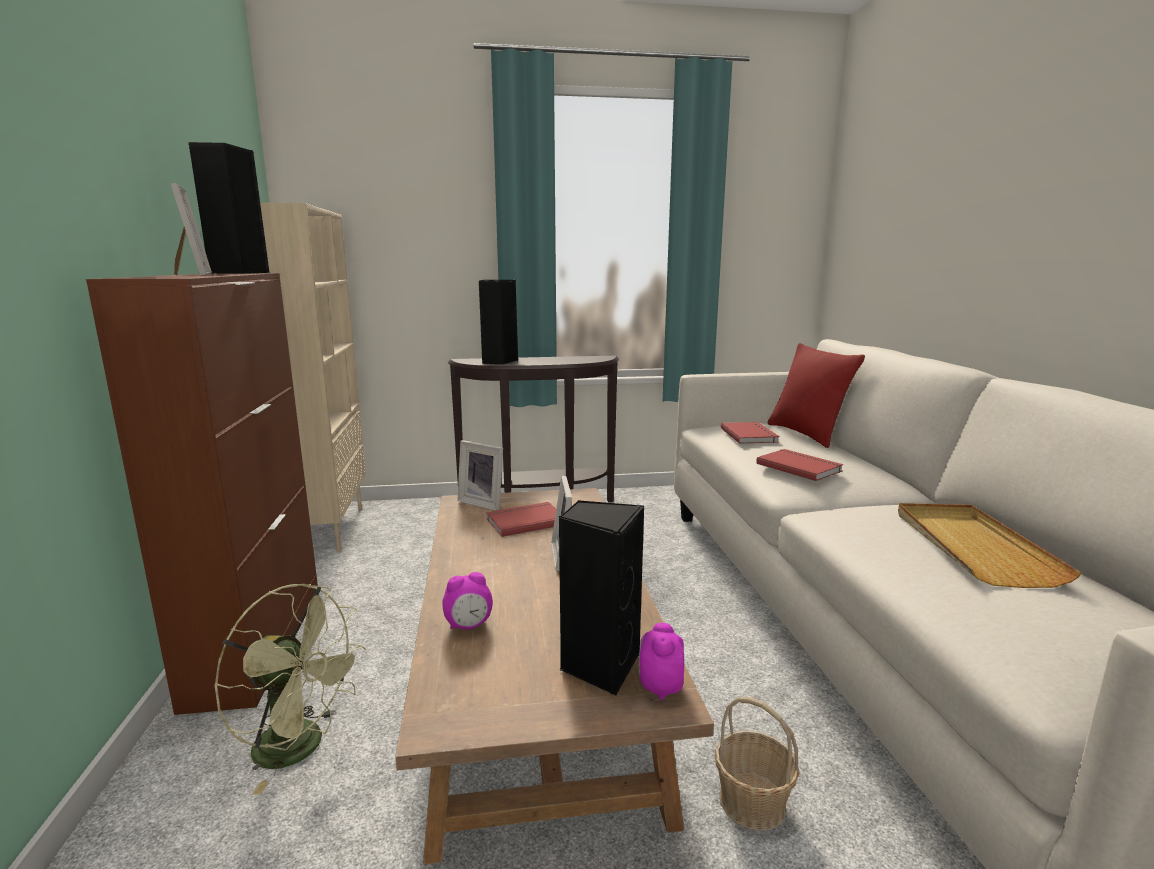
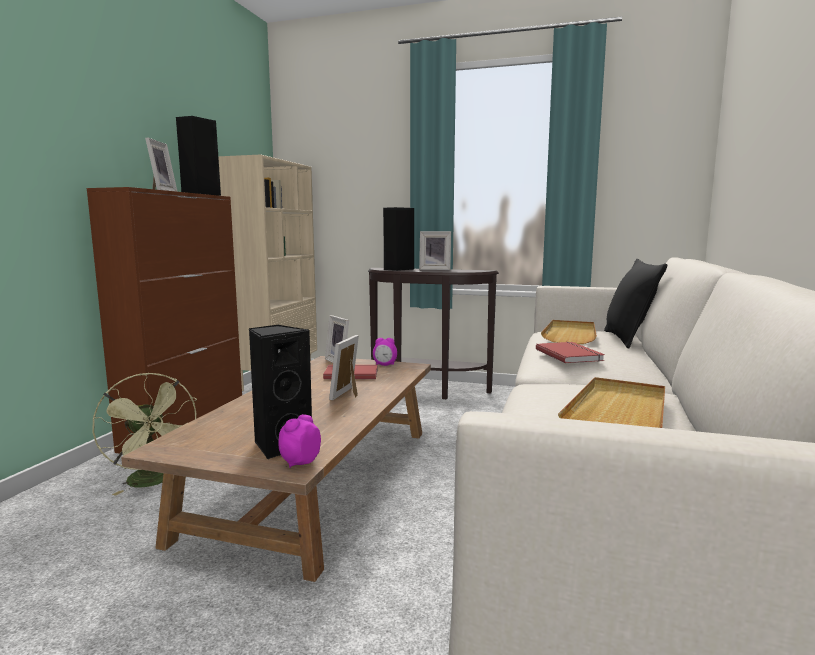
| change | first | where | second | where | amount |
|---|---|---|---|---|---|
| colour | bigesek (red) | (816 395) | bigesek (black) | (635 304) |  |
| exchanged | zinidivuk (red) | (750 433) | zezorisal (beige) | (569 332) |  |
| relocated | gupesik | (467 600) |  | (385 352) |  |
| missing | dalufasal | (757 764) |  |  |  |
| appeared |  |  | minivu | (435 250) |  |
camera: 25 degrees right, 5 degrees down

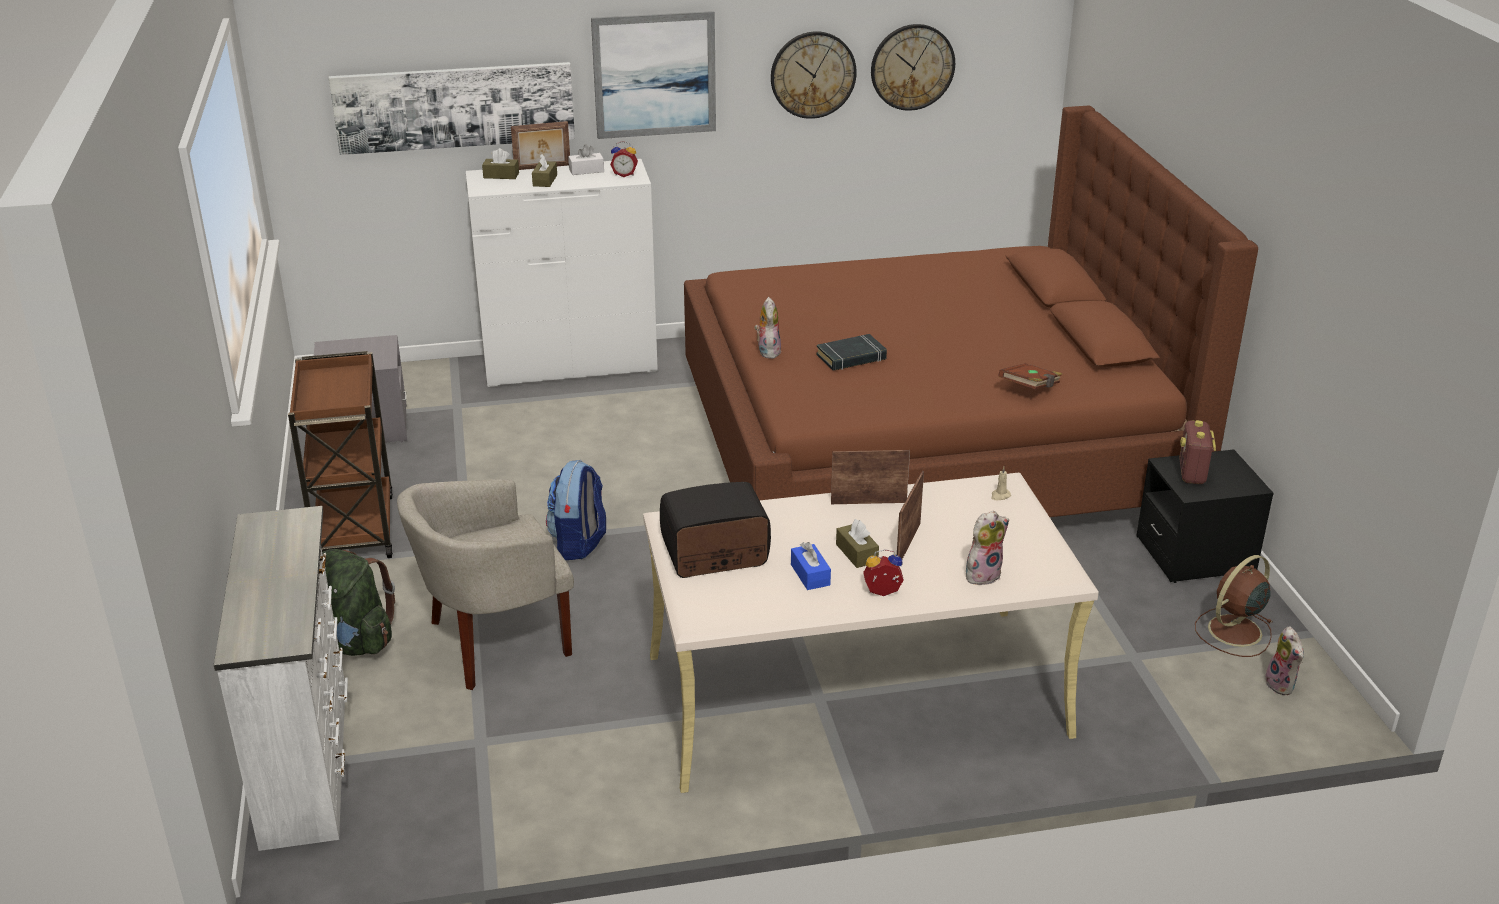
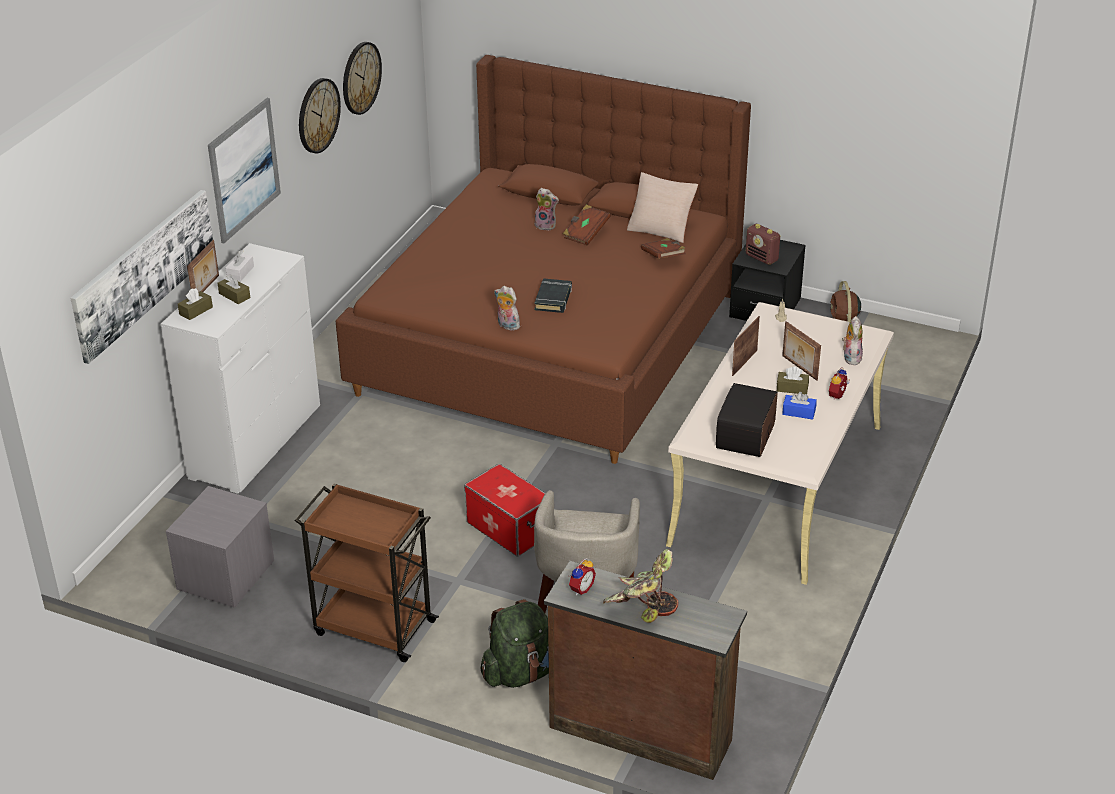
| change | first | where | second | where | amount |
|---|---|---|---|---|---|
| relocated | gupesik | (624 159) |  | (582 576) |  |
| exchanged | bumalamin | (576 510) | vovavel | (504 510) |  |
| colour | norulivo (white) | (281 678) | norulivo (brown) | (645 670) |  |
| relocated | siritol | (1284 661) |  | (546 209) |  |
| appeared |  |  | bigesek (beige) | (662 207) |  |
| appeared |  |  | zinidivuk (brown) | (587 225) |  |
| appeared |  |  | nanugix | (640 586) |  |
camera: 55 degrees left, 5 degrees up

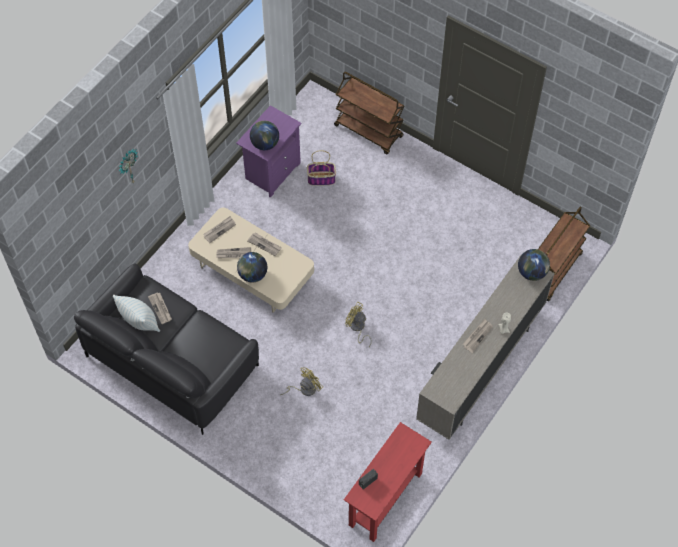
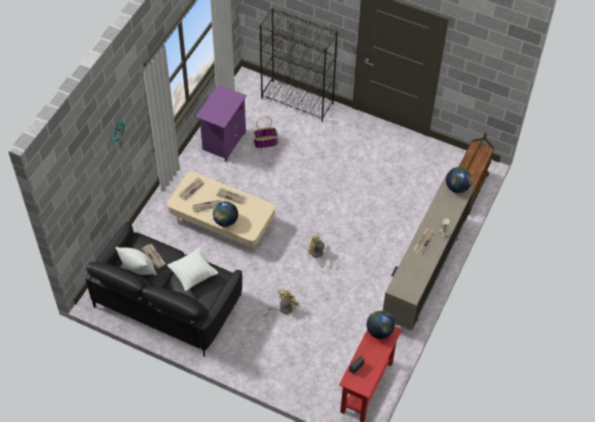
| change | first | where | second | where | amount |
|---|---|---|---|---|---|
| exchanged | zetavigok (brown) | (369 113) | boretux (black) | (299 65) |  |
| relocated | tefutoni | (264 135) |  | (381 324) |  |
| appeared |  |  | bigesek | (192 269) |  |
camera: 10 degrees left, 5 degrees down

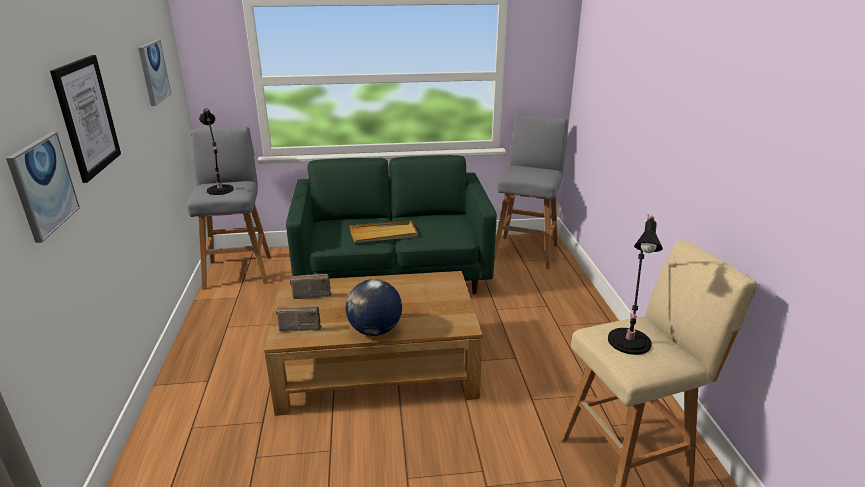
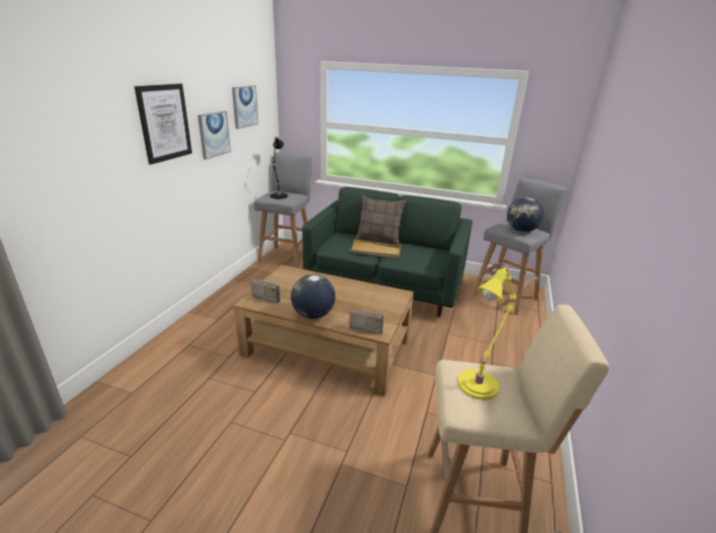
| change | first | where | second | where | amount |
|---|---|---|---|---|---|
| relocated | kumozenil | (43 187) |  | (214 135) |  |
| colour | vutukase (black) | (635 285) | vutukase (yellow) | (487 332) |  |
| relocated | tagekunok | (311 286) |  | (366 321) |  |
| appeared |  |  | bigesek | (380 220) |  |
| appeared |  |  | tefutoni | (525 214) |  |
camera: 25 degrees right, 0 degrees up

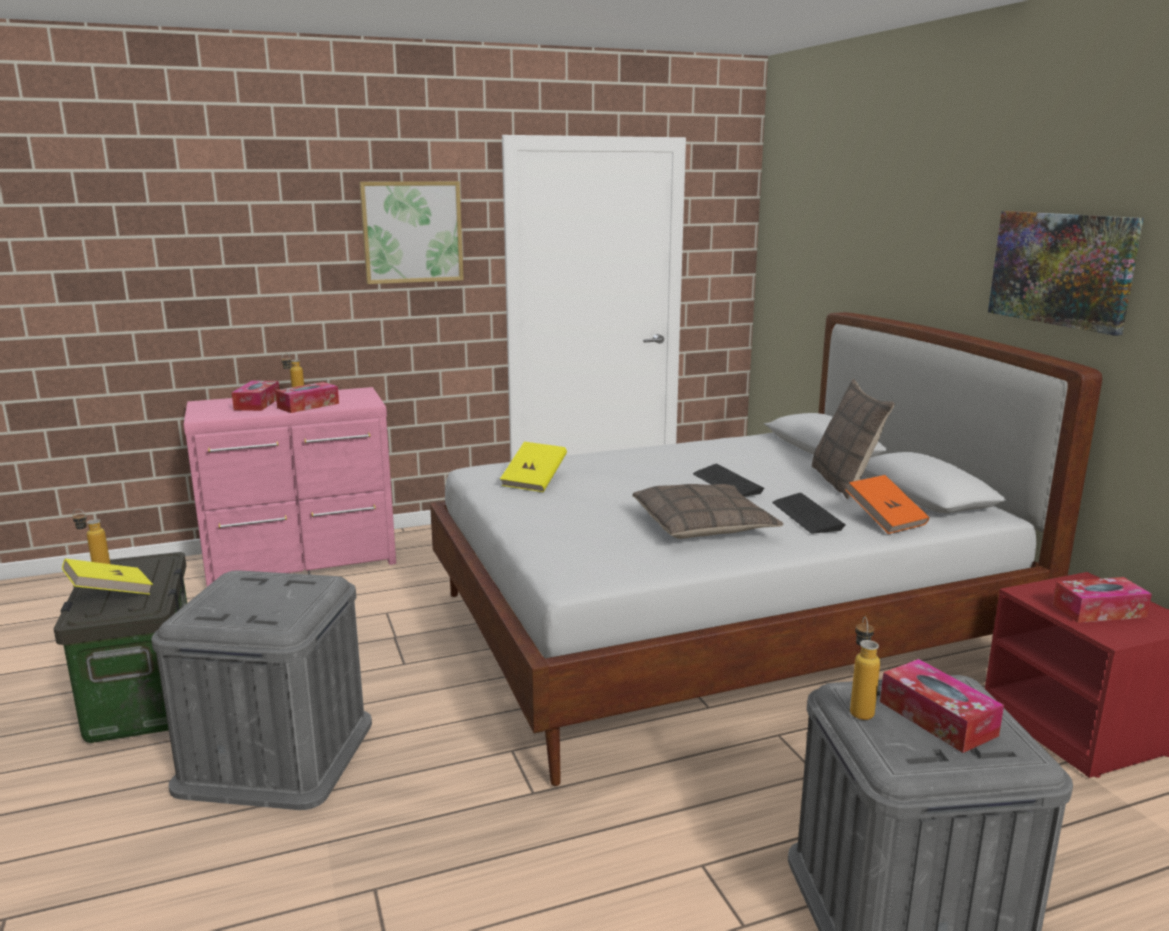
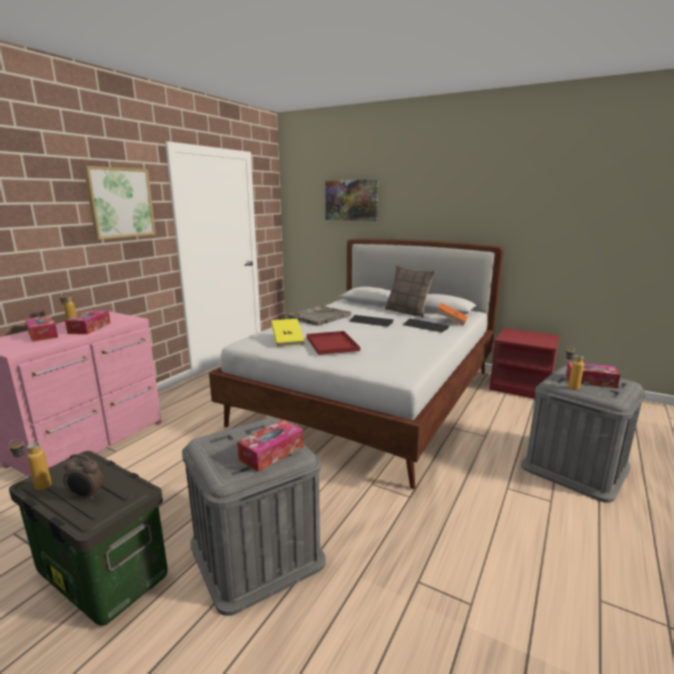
| change | first | where | second | where | amount |
|---|---|---|---|---|---|
| relocated | kumozenil | (1065 273) |  | (352 200) |  |
| missing | bigesek | (707 511) |  |  |  |
| exchanged | zinidivuk (yellow) | (107 577) | gupesik | (83 477) |  |
| relocated | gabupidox | (1102 600) |  | (270 446) |  |
| appeared |  |  | zezorisal (grey) | (319 316) |  |
| appeared |  |  | zezorisal (red) | (333 343) |  |
camera: 40 degrees left, 0 degrees up

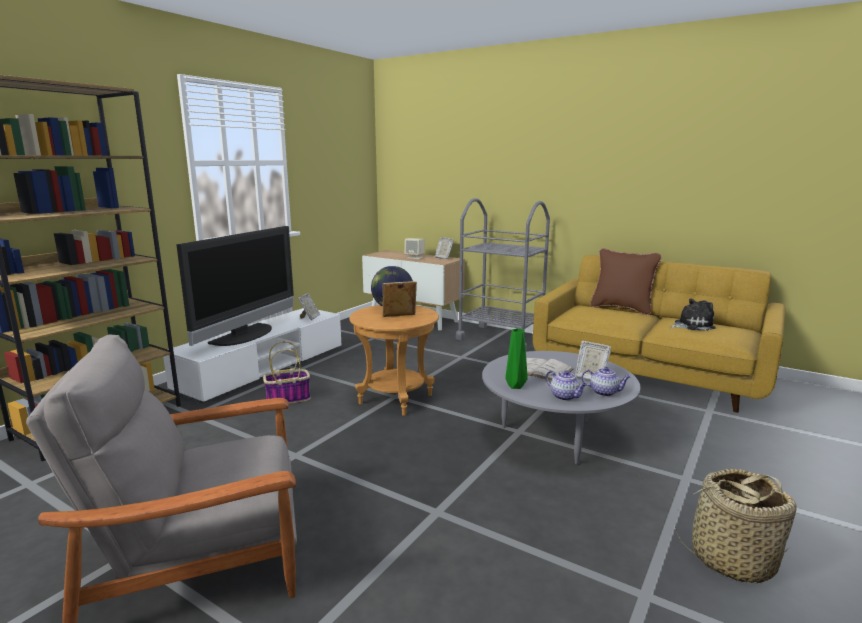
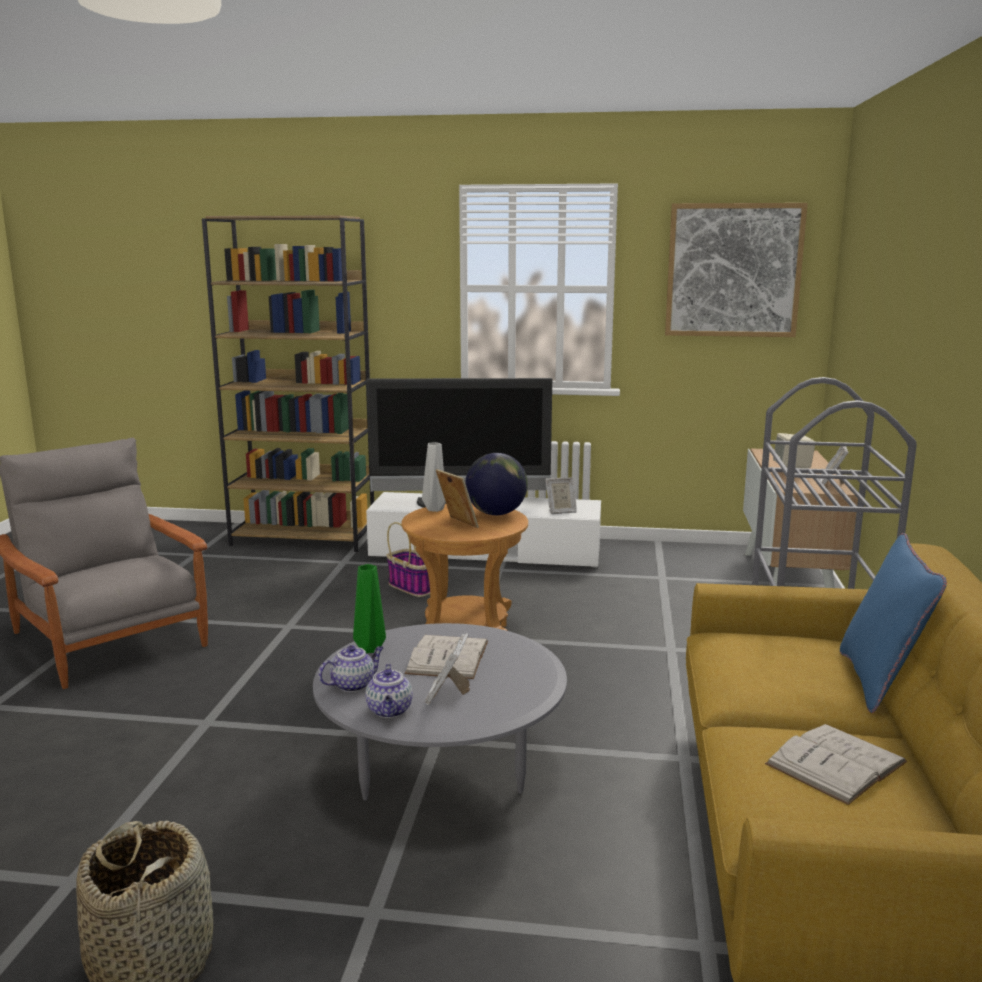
| change | first | where | second | where | amount |
|---|---|---|---|---|---|
| colour | bigesek (brown) | (625 281) | bigesek (blue) | (893 623) |  |
| exchanged | siritol | (693 314) | zinidivuk (white) | (836 764) |  |
| spun | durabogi | (566 386) |  | (351 668) | 150 degrees counterclockwise |
| appeared |  |  | kumozenil | (736 270) |  |
| appeared |  |  | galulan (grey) | (434 477) |  |
camera: 65 degrees right, 0 degrees up

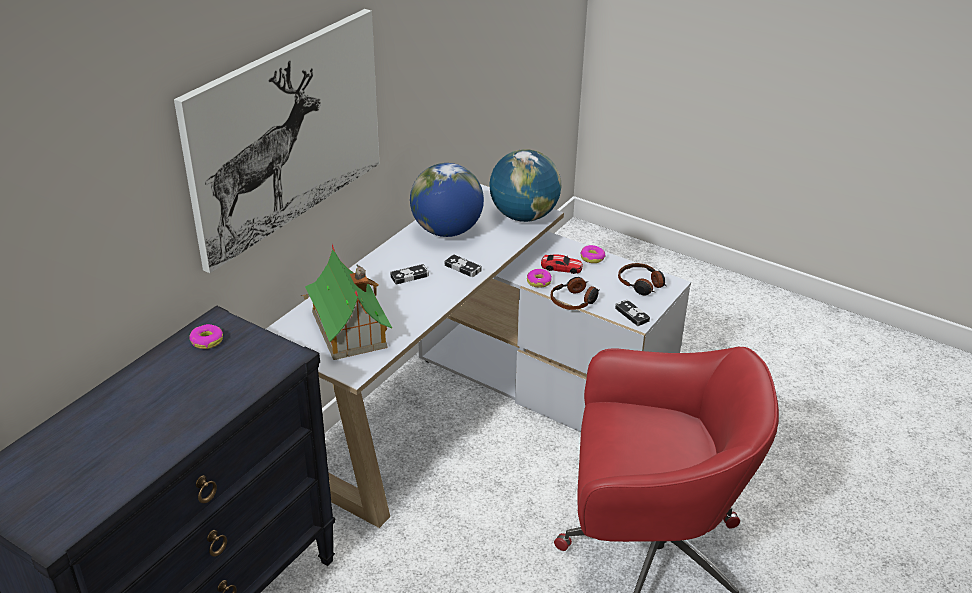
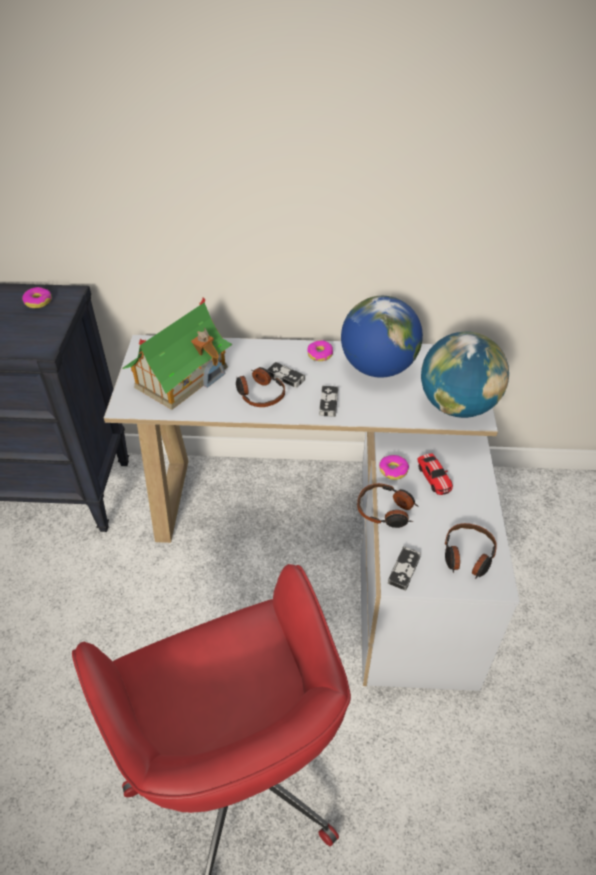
| change | first | where | second | where | amount |
|---|---|---|---|---|---|
| missing | kumozenil | (276 141) |  |  |  |
| relocated | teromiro | (593 254) |  | (320 350) |  |
| appeared |  |  | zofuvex | (260 387) |  |
camera: 60 degrees right, 10 degrees up

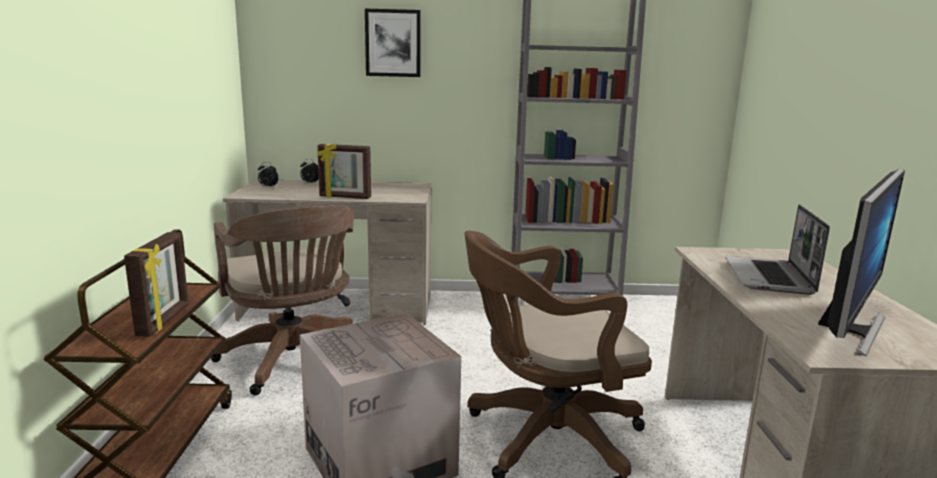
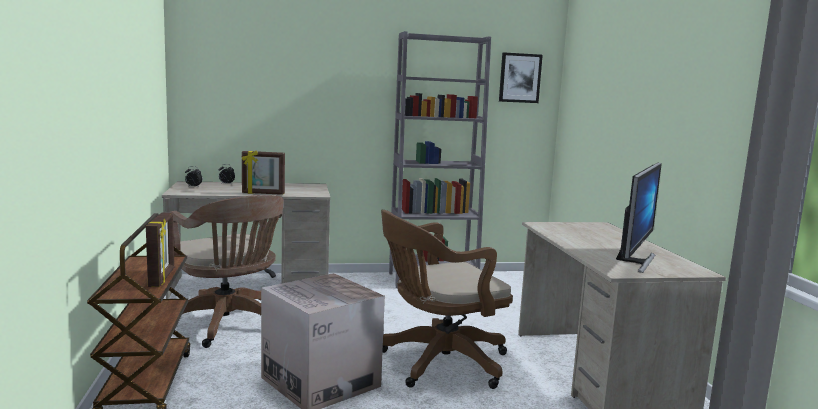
| change | first | where | second | where | amount |
|---|---|---|---|---|---|
| relocated | kumozenil | (393 43) |  | (521 77) |  |
| missing | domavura | (777 249) |  |  |  |
camera: 10 degrees left, 5 degrees down

